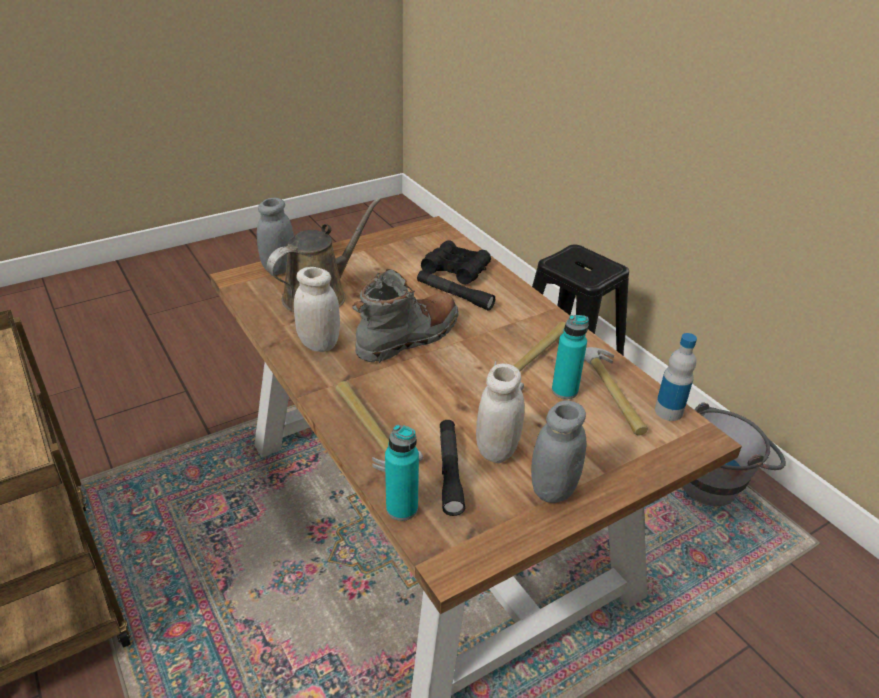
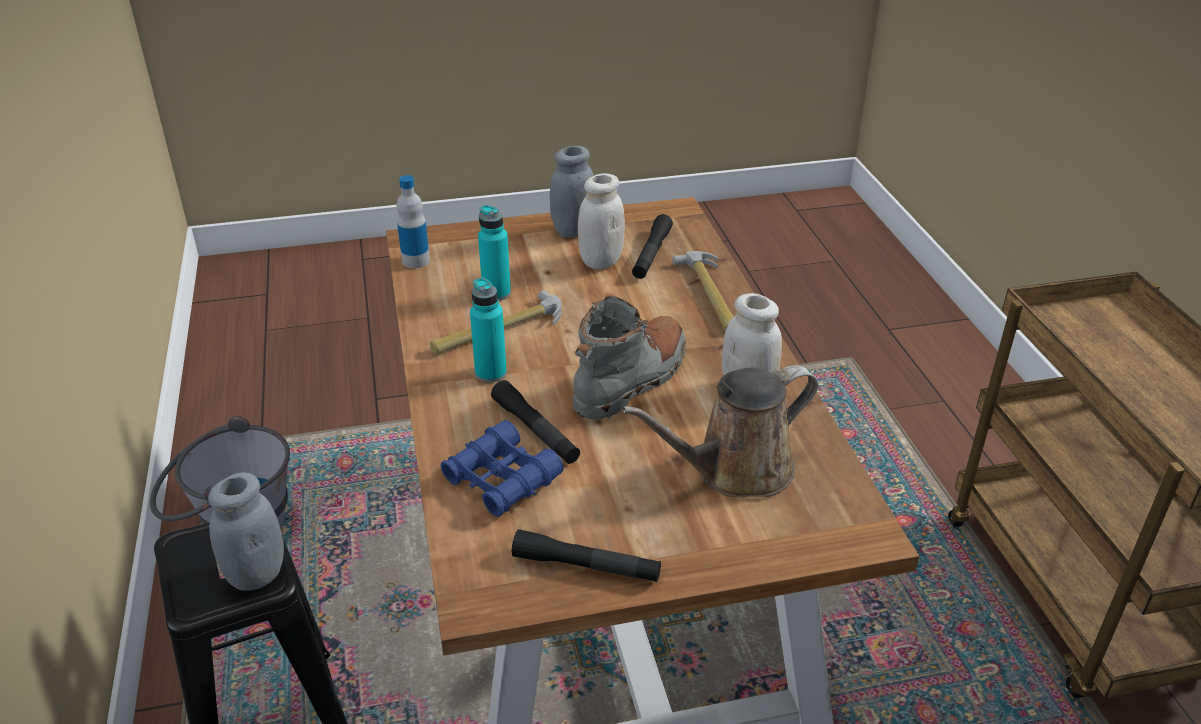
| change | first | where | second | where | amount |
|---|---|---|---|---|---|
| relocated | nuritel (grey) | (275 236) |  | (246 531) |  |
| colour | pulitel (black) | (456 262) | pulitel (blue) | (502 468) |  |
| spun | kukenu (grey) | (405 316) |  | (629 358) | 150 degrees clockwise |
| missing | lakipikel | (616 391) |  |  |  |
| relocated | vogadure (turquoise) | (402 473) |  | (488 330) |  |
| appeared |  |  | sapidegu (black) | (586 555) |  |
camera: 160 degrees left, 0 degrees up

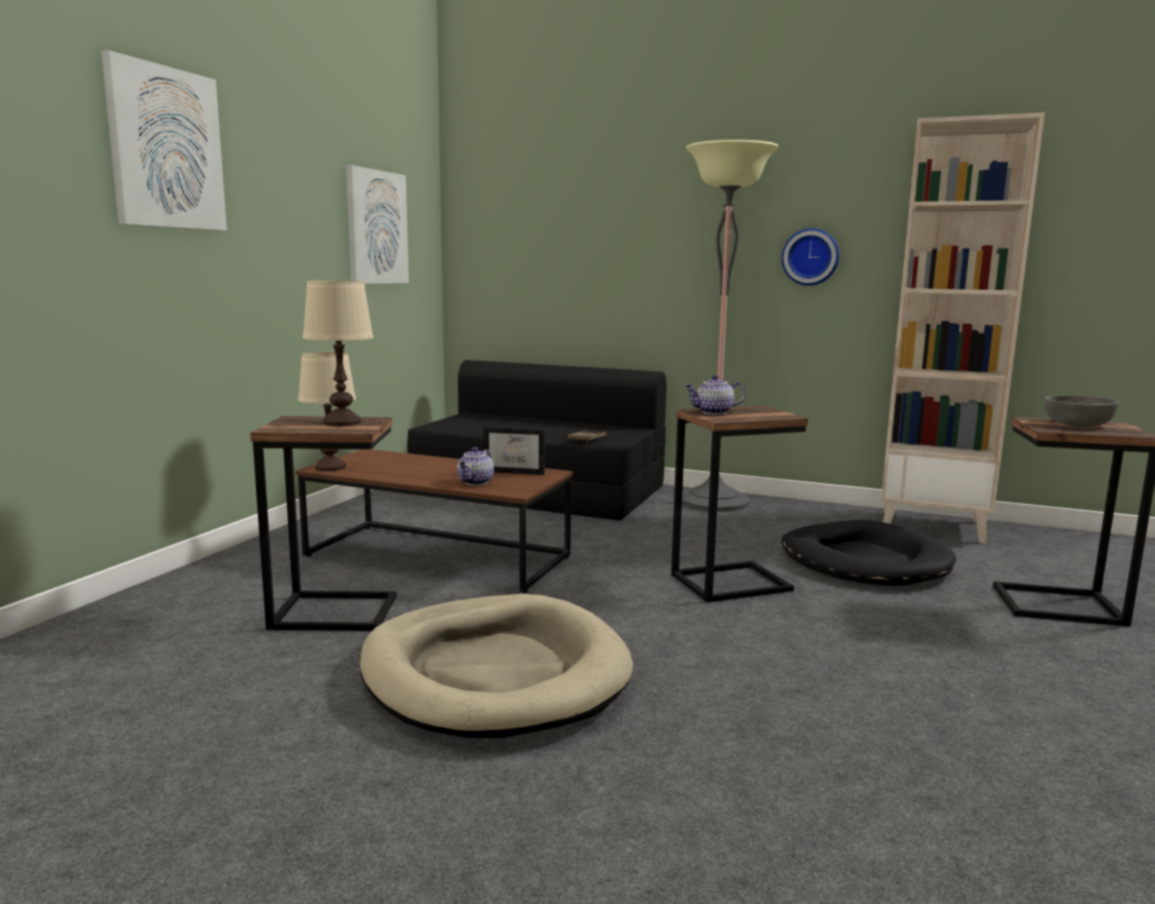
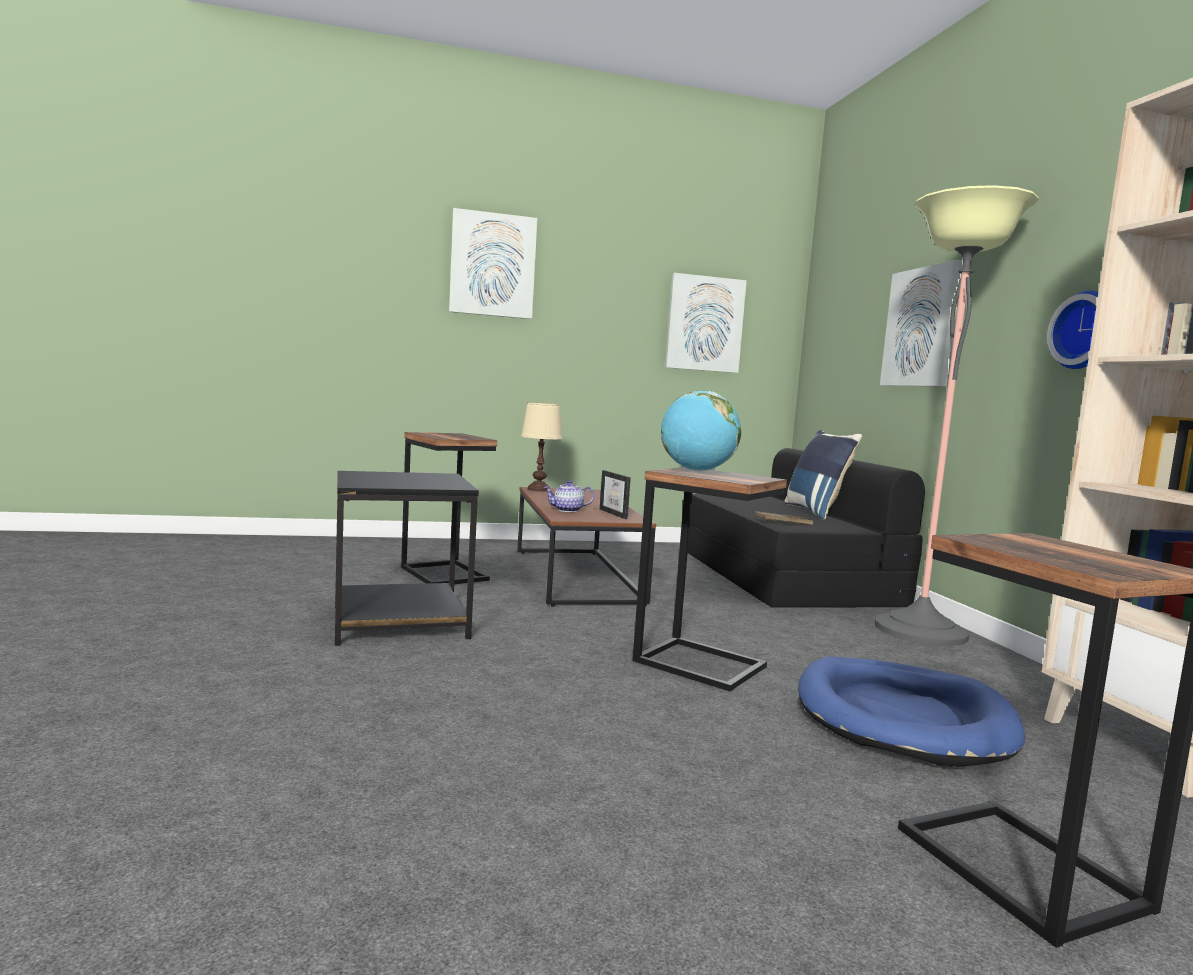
| change | first | where | second | where | amount |
|---|---|---|---|---|---|
| missing | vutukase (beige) | (338 353) |  |  |  |
| exchanged | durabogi | (715 394) | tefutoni | (701 431) |  |
| missing | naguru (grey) | (1081 411) |  |  |  |
| colour | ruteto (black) | (868 553) | ruteto (blue) | (911 711) |  |
| exchanged | ruteto (beige) | (496 666) | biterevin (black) | (407 558) |  |
| appeared |  |  | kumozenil | (921 323) |  |
| appeared |  |  | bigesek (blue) | (823 475) |  |
camera: 55 degrees right, 5 degrees down

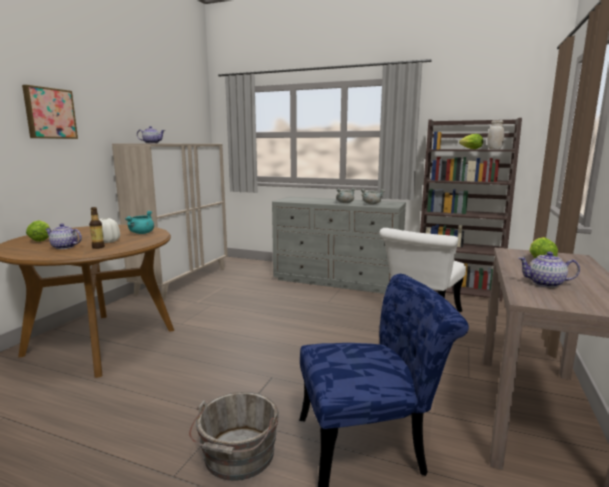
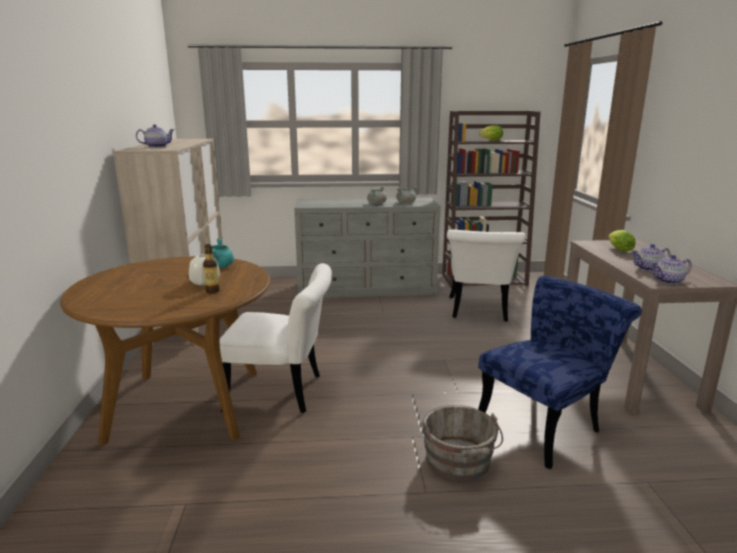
| change | first | where | second | where | amount |
|---|---|---|---|---|---|
| missing | kumozenil | (50 112) |  |  |  |
| missing | nuritel (white) | (495 134) |  |  |  |
| missing | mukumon | (38 231) |  |  |  |
| relocated | durabogi | (63 236) |  | (671 269) |  |
| appeared |  |  | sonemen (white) | (275 338) |  |
camera: 25 degrees left, 5 degrees up

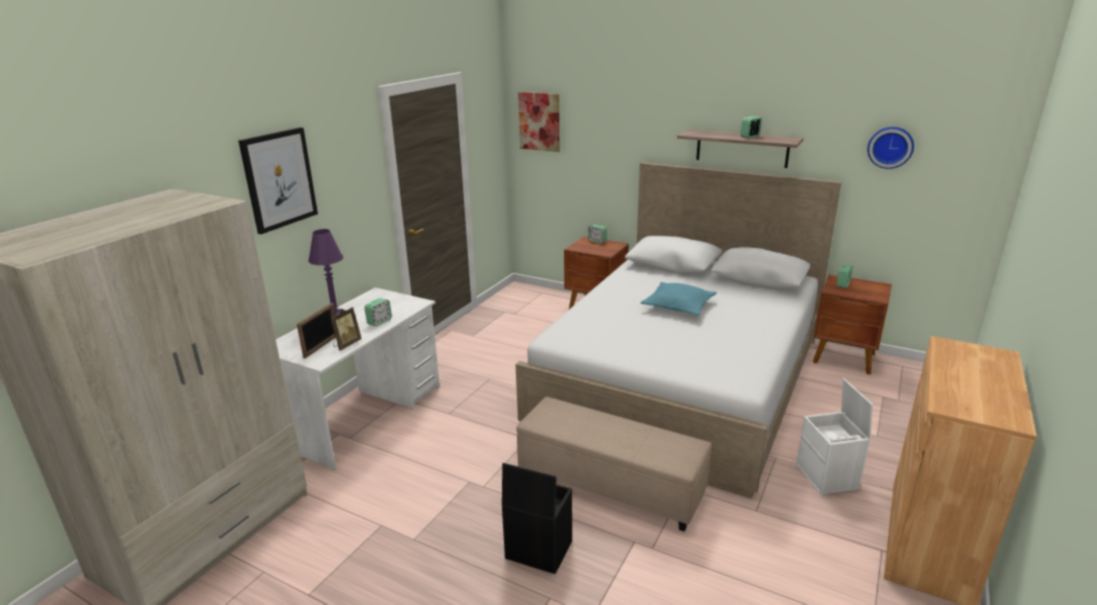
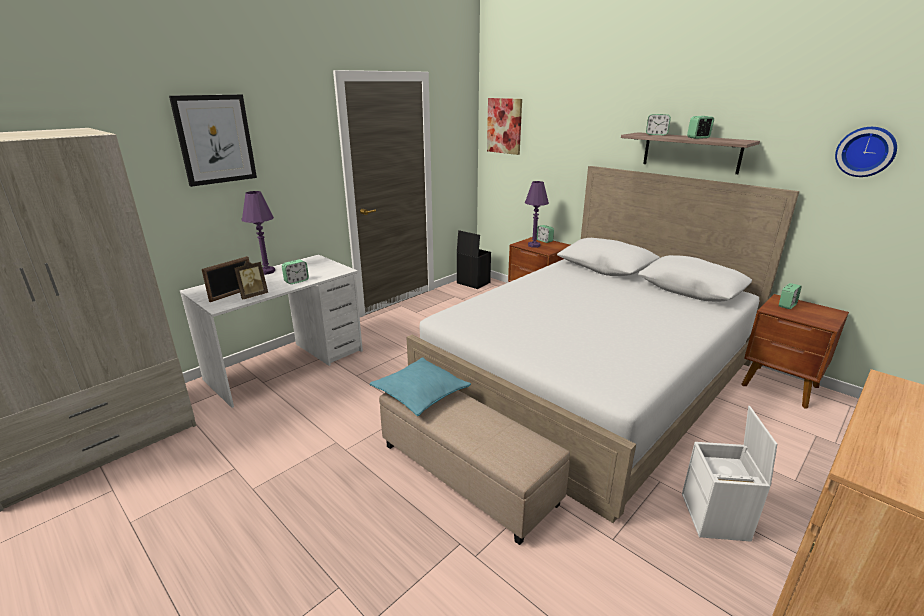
| change | first | where | second | where | amount |
|---|---|---|---|---|---|
| relocated | bigesek (turquoise) | (679 298) |  | (420 386) |  |
| relocated | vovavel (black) | (537 518) |  | (474 259) |  |
| appeared |  |  | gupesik | (658 124) |  |
| appeared |  |  | vutukase (purple) | (537 214) |  |
camera: 15 degrees right, 0 degrees up

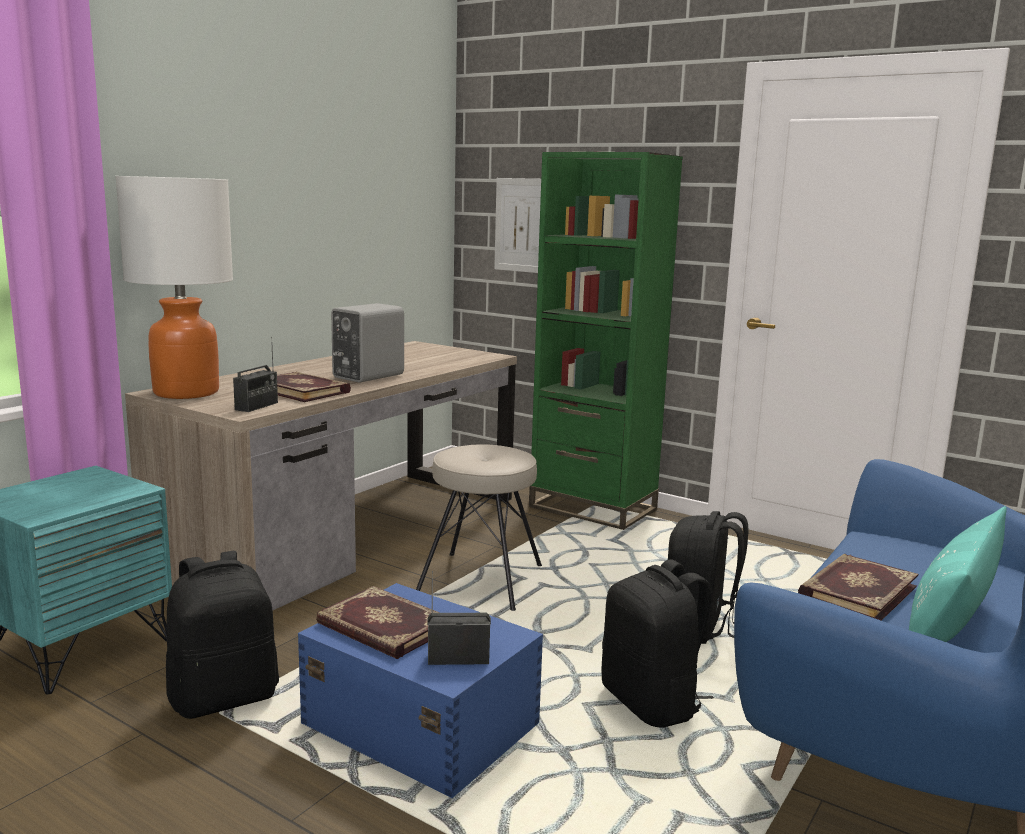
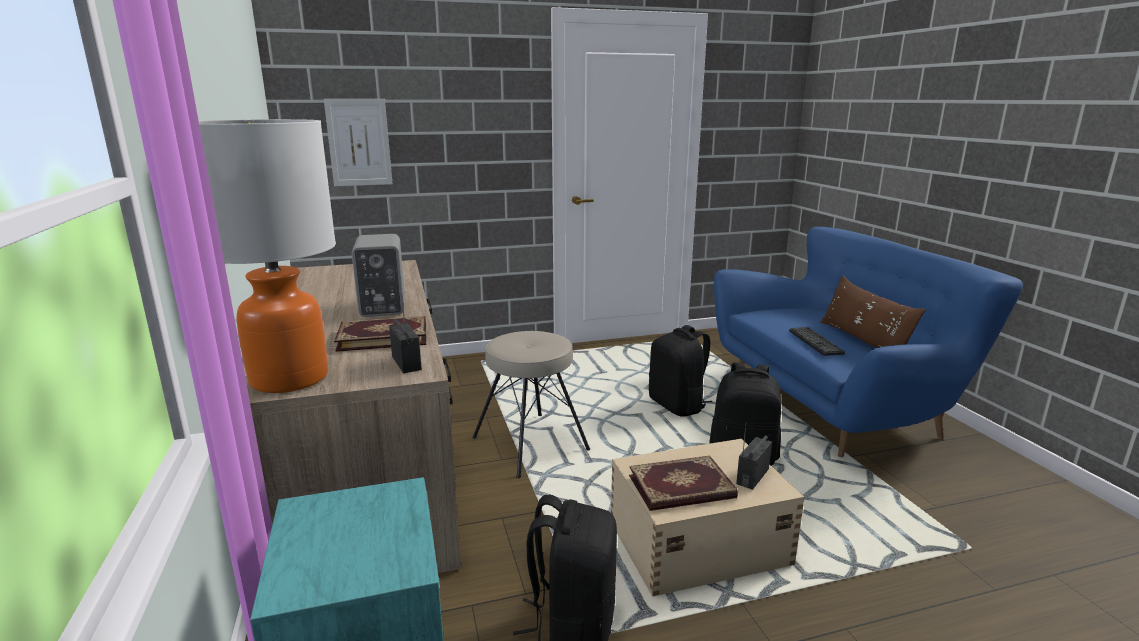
| change | first | where | second | where | amount |
|---|---|---|---|---|---|
| missing | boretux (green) | (606 341) |  |  |  |
| colour | bigesek (turquoise) | (958 574) | bigesek (brown) | (873 311) |  |
| exchanged | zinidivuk | (858 587) | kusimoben | (817 341) |  |
| colour | vovavel (blue) | (420 690) | vovavel (beige) | (708 518) |  |
camera: 50 degrees left, 5 degrees up

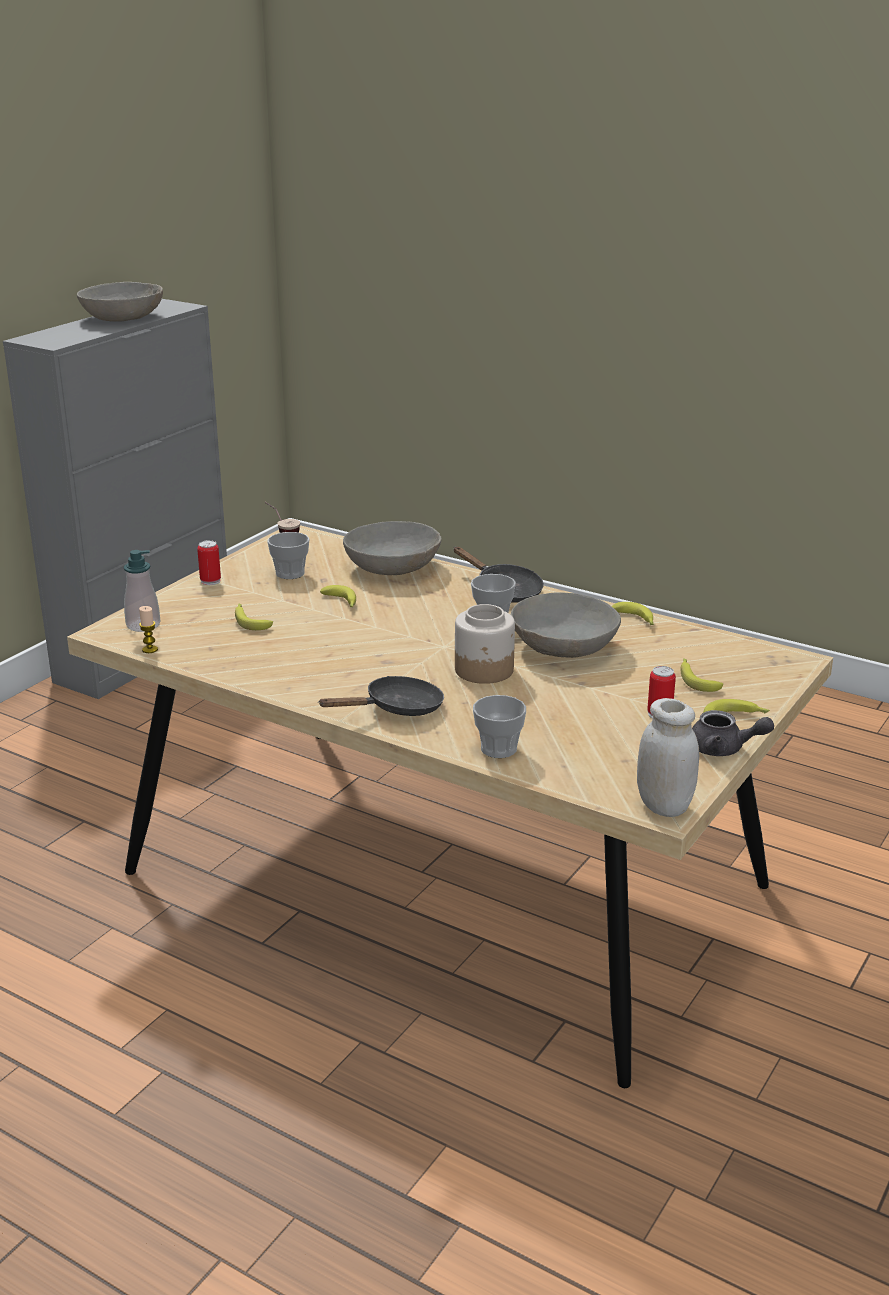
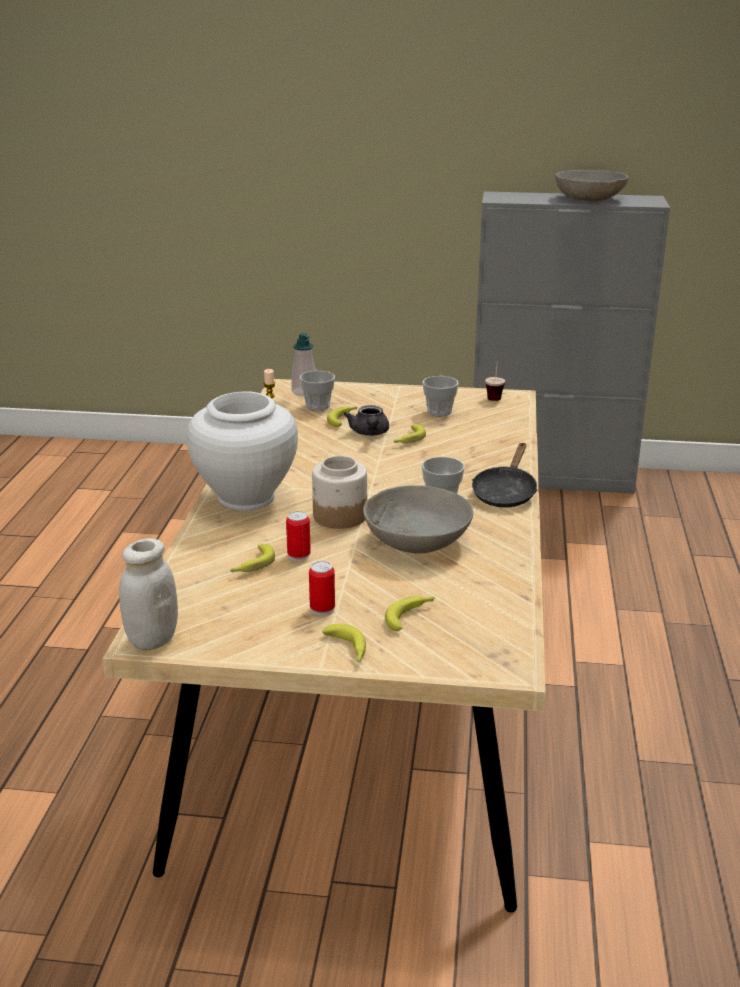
| change | first | where | second | where | amount |
|---|---|---|---|---|---|
| missing | naguru (grey) | (392 548) |  |  |  |
| relocated | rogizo | (209 562) |  | (298 536) |  |
| relocated | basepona | (633 613) |  | (252 558) |  |
| exchanged | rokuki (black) | (381 696) | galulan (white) | (242 451) |  |
| relocated | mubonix | (499 726) |  | (317 391) |  |
| relocated | durabogi (grey) | (733 733) |  | (366 420) |  |
camera: 65 degrees right, 0 degrees up

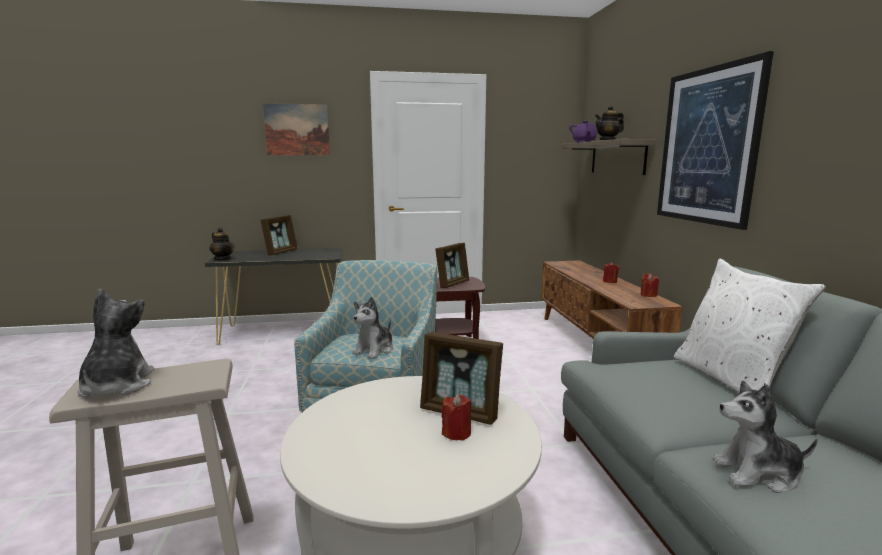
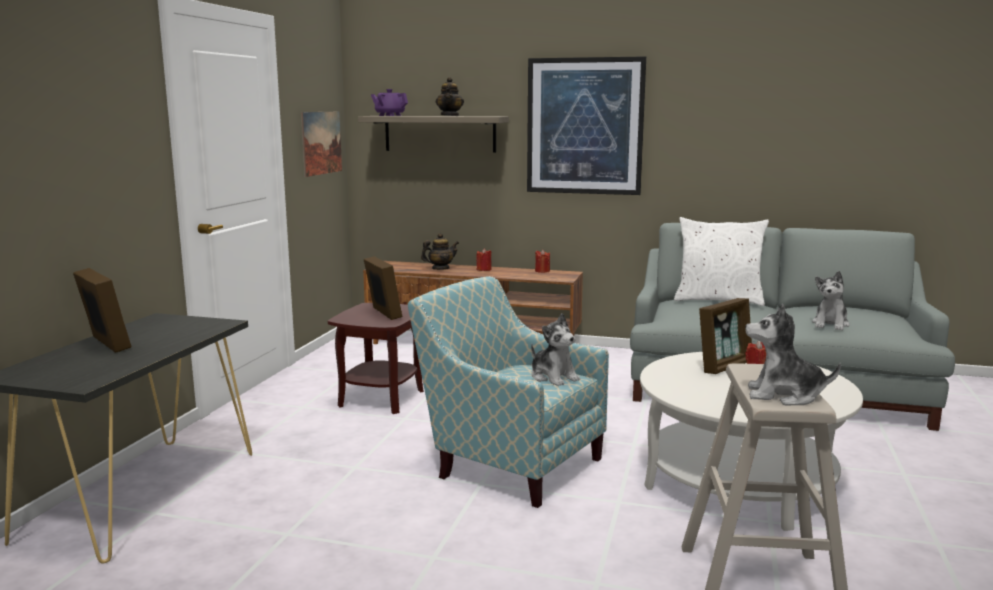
| change | first | where | second | where | amount |
|---|---|---|---|---|---|
| relocated | kumozenil | (296 129) |  | (321 144) |  |
| relocated | durabogi | (221 243) |  | (440 251) |  |
camera: 65 degrees left, 0 degrees up

